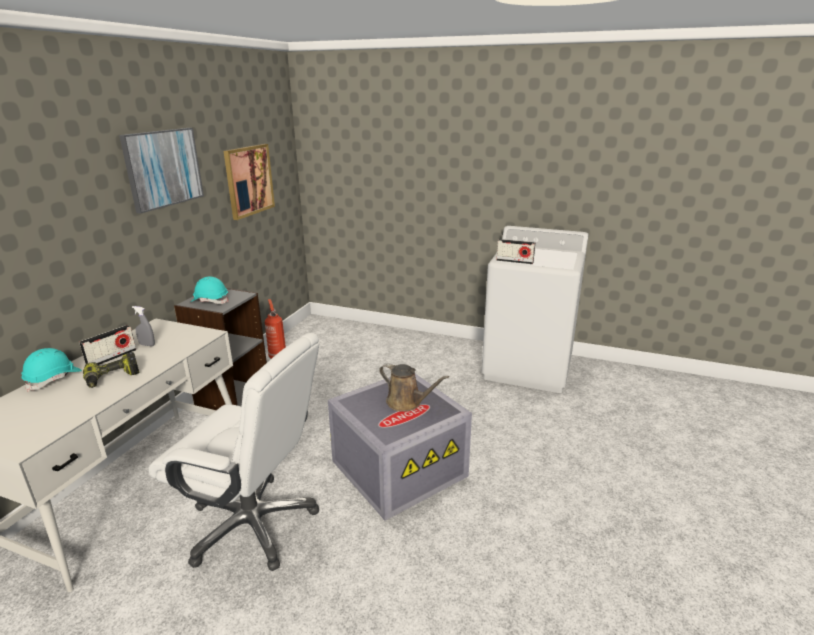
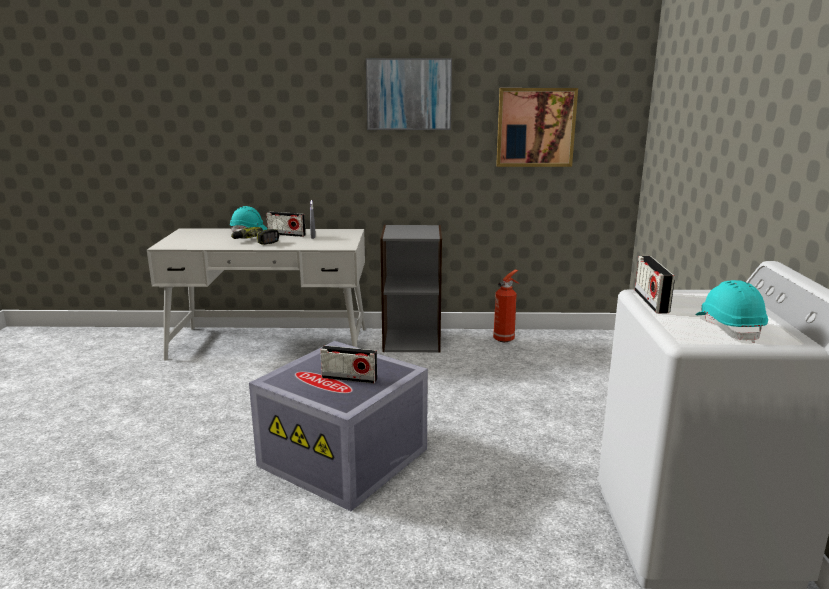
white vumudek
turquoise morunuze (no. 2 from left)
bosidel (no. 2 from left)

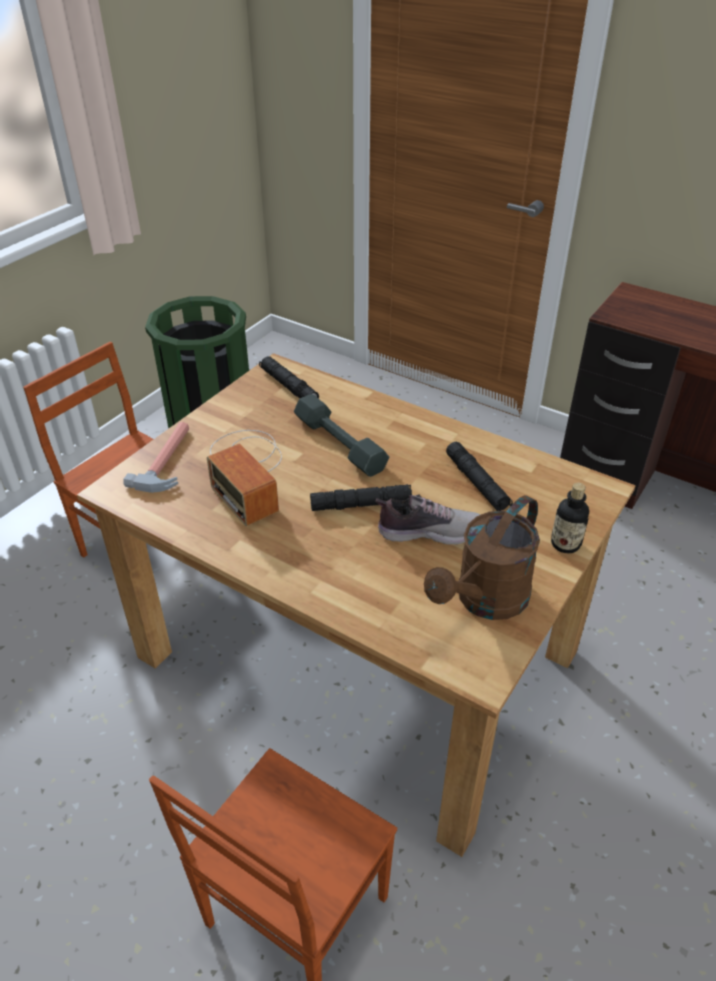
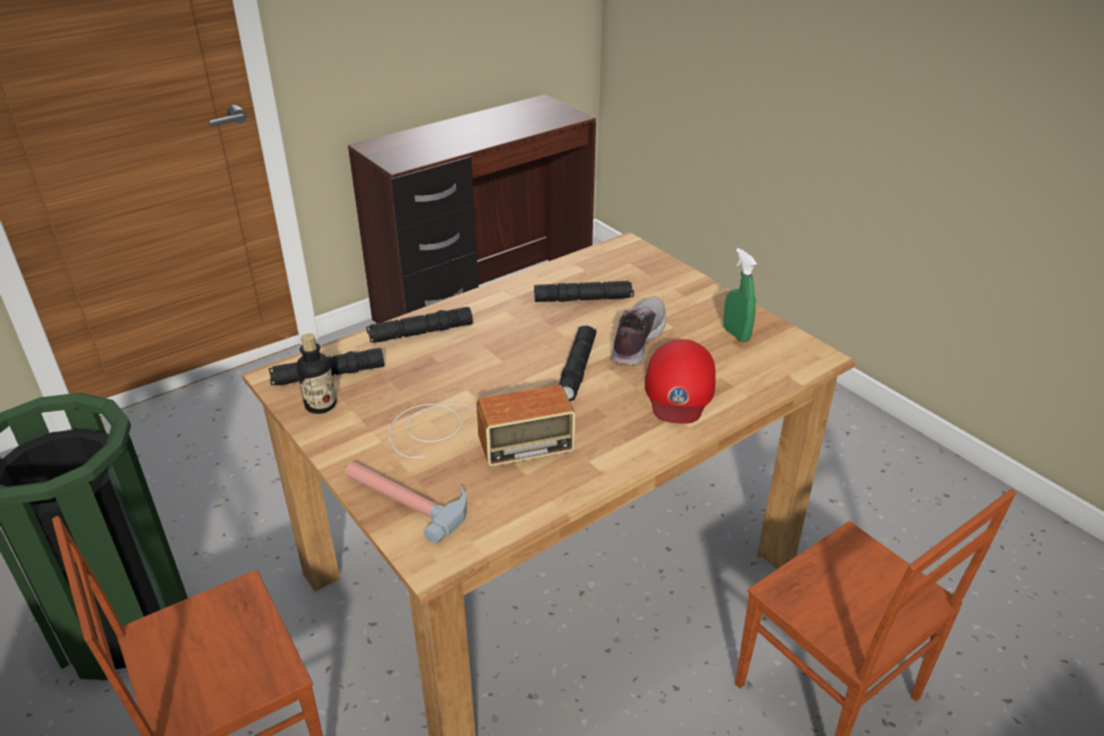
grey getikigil
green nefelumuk
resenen
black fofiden (no. 2 from left)
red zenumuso

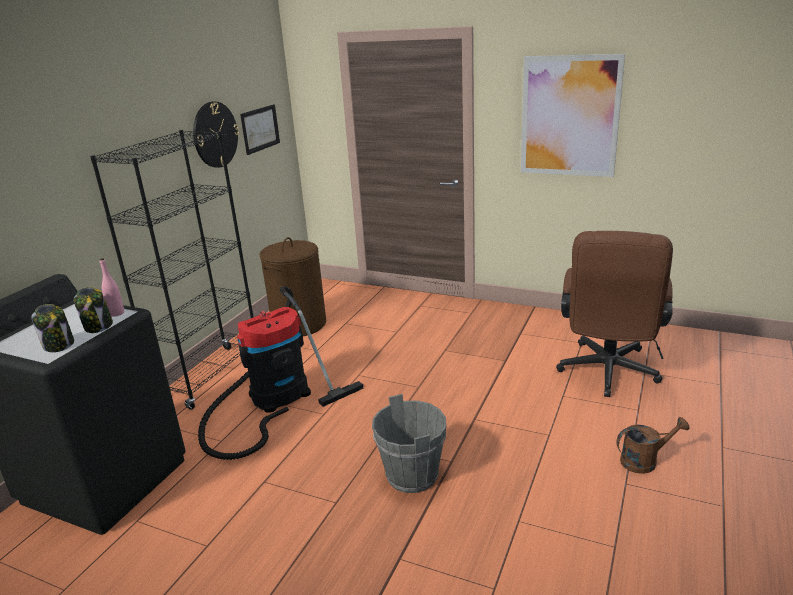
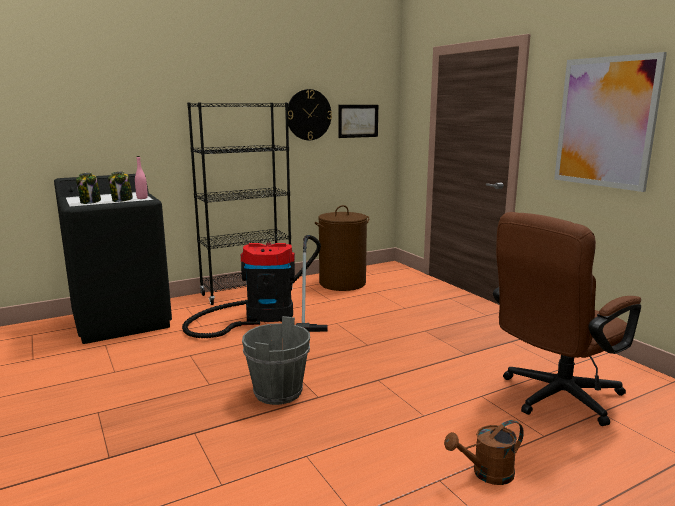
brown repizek

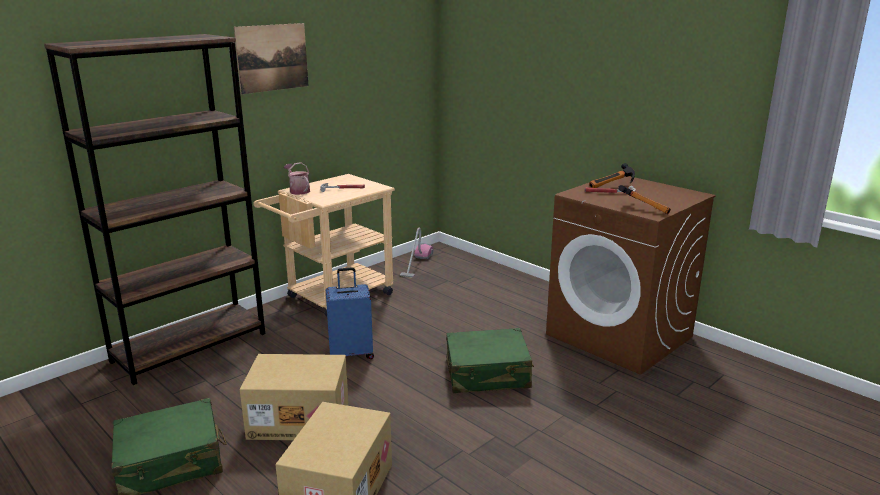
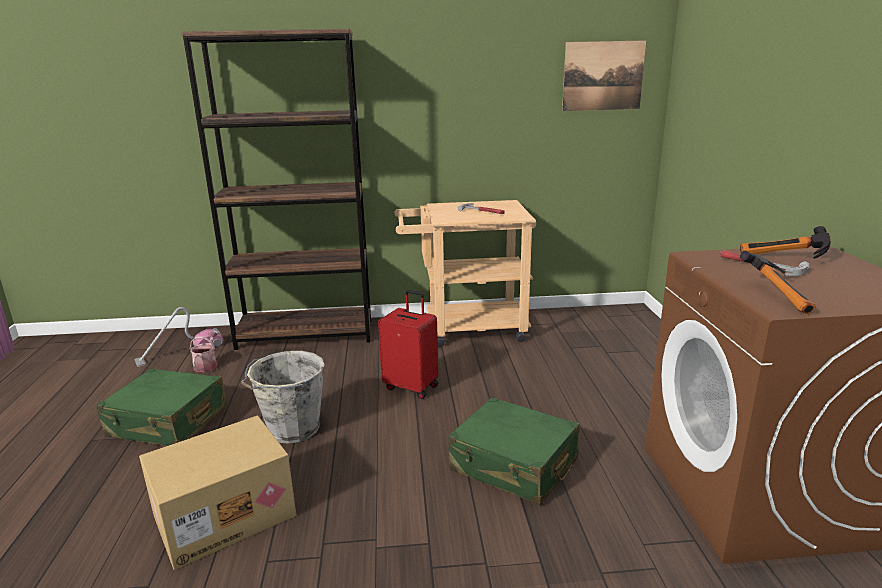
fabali
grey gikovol
repizek
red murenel
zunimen

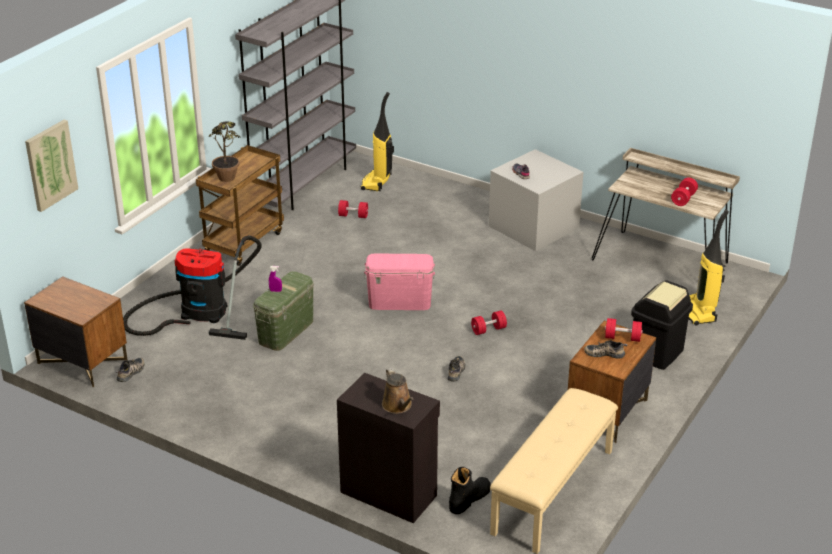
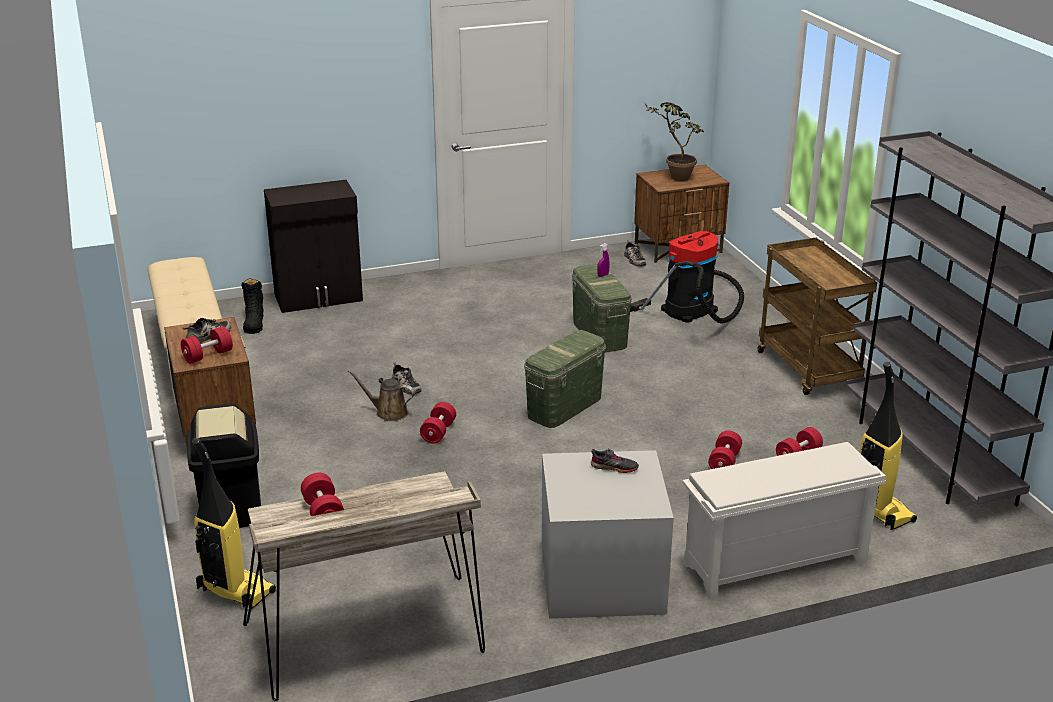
fabali
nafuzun
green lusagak (no. 1 from left)
brown repizek
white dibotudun
red getikigil (no. 4 from left)

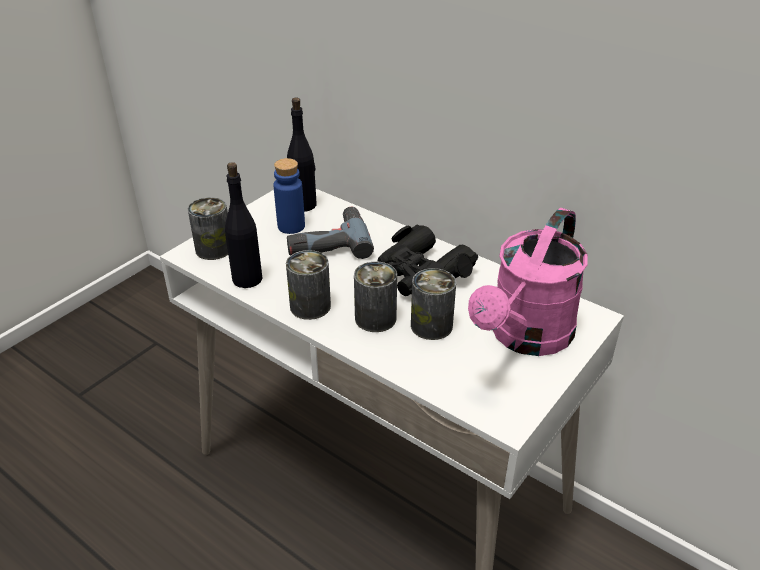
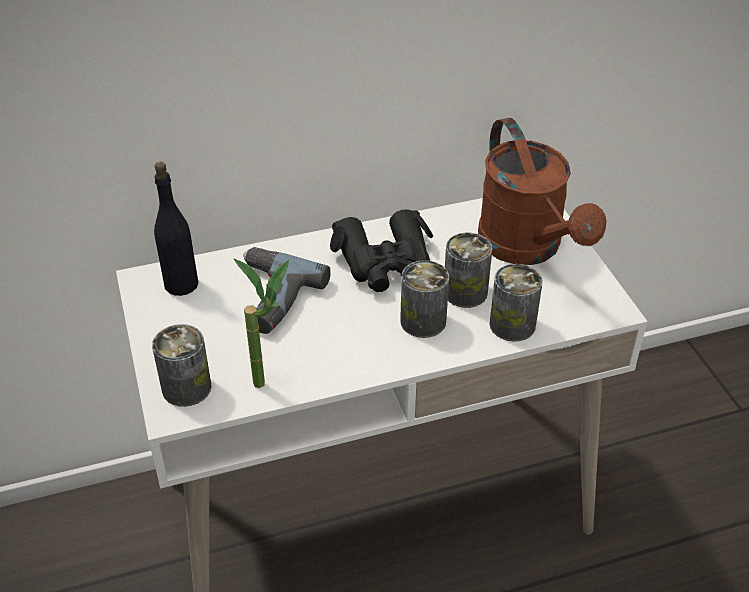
nafuzun
blue resenen
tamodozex (no. 4 from left)
brown repizek

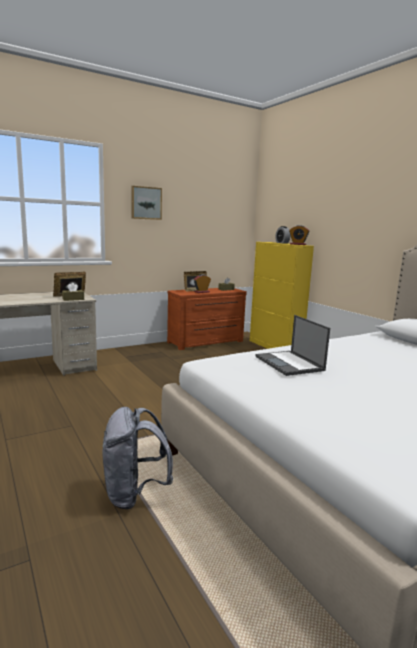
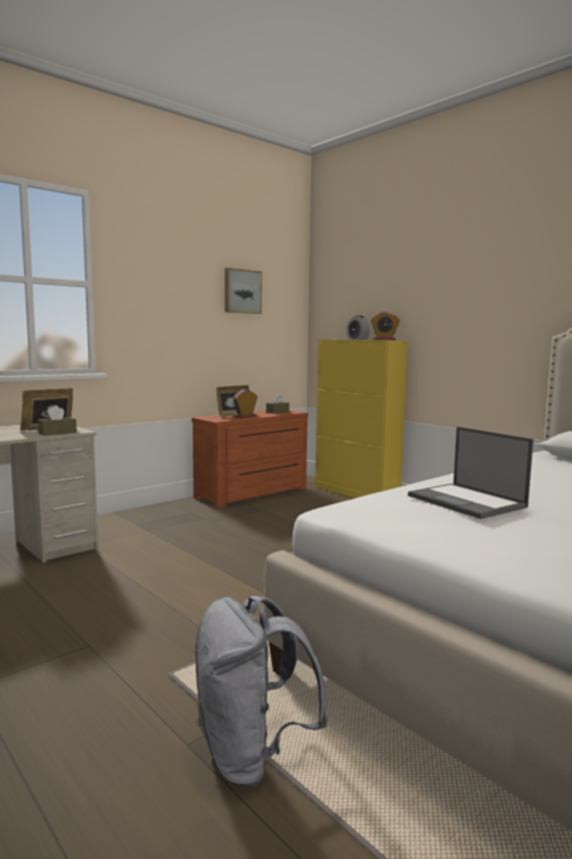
fabali

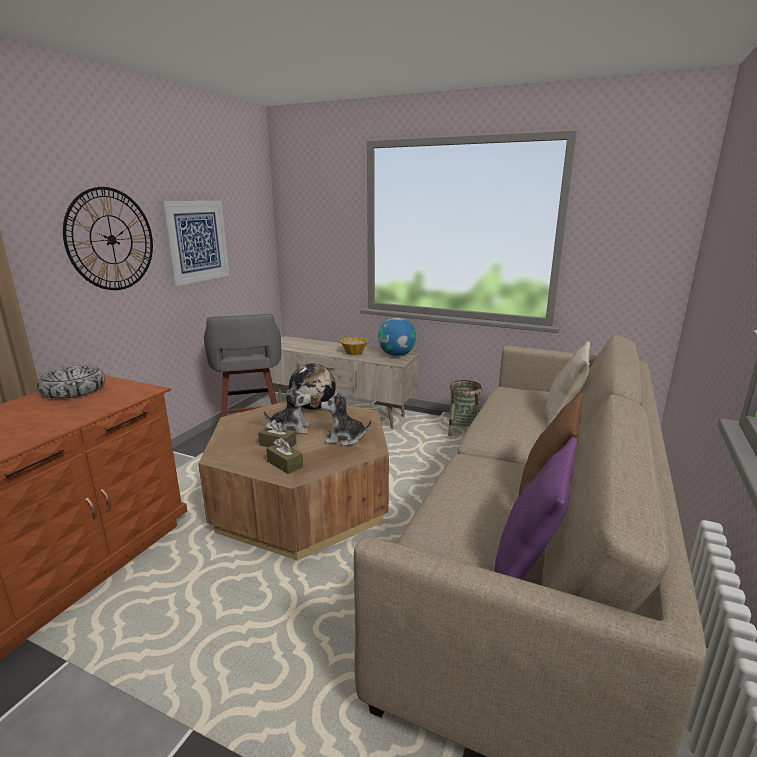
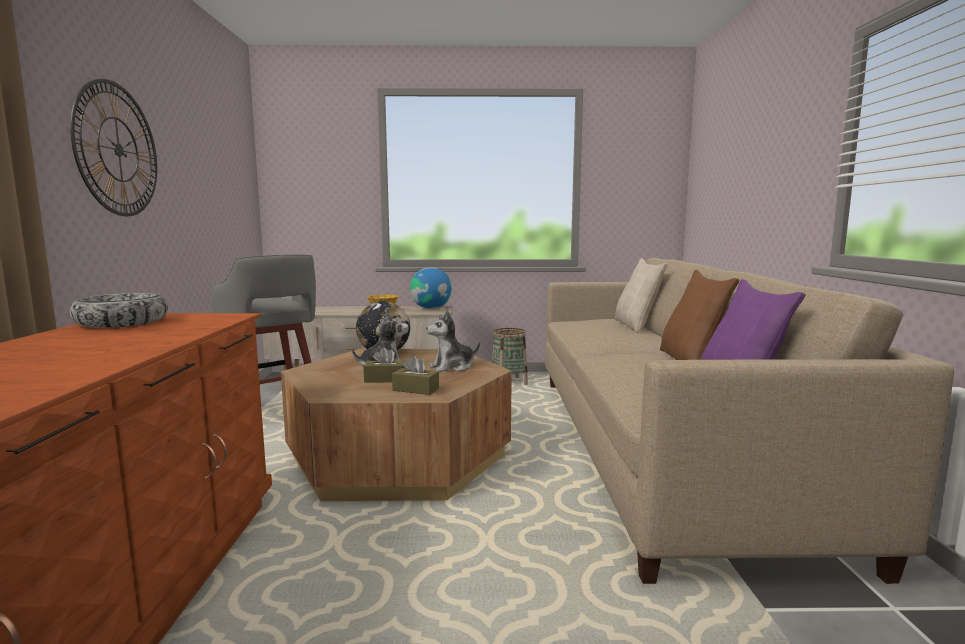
fabali

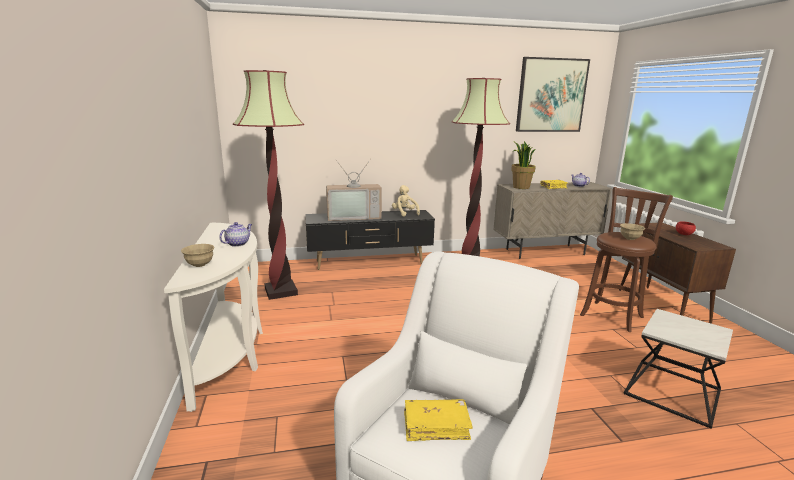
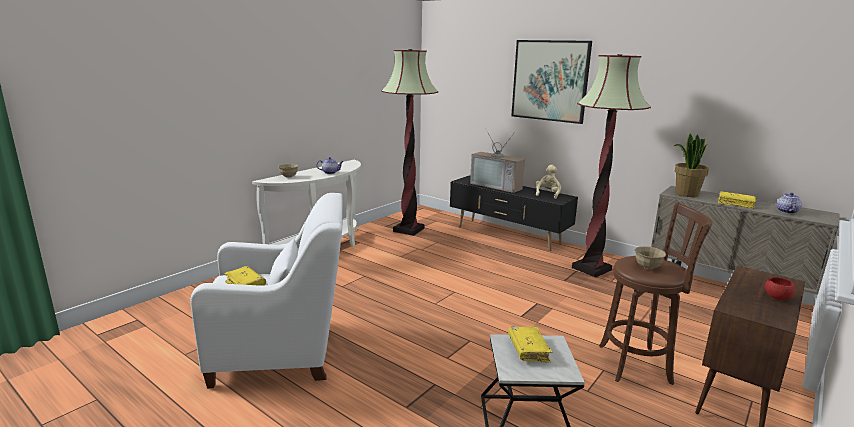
fabali
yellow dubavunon (no. 2 from left)

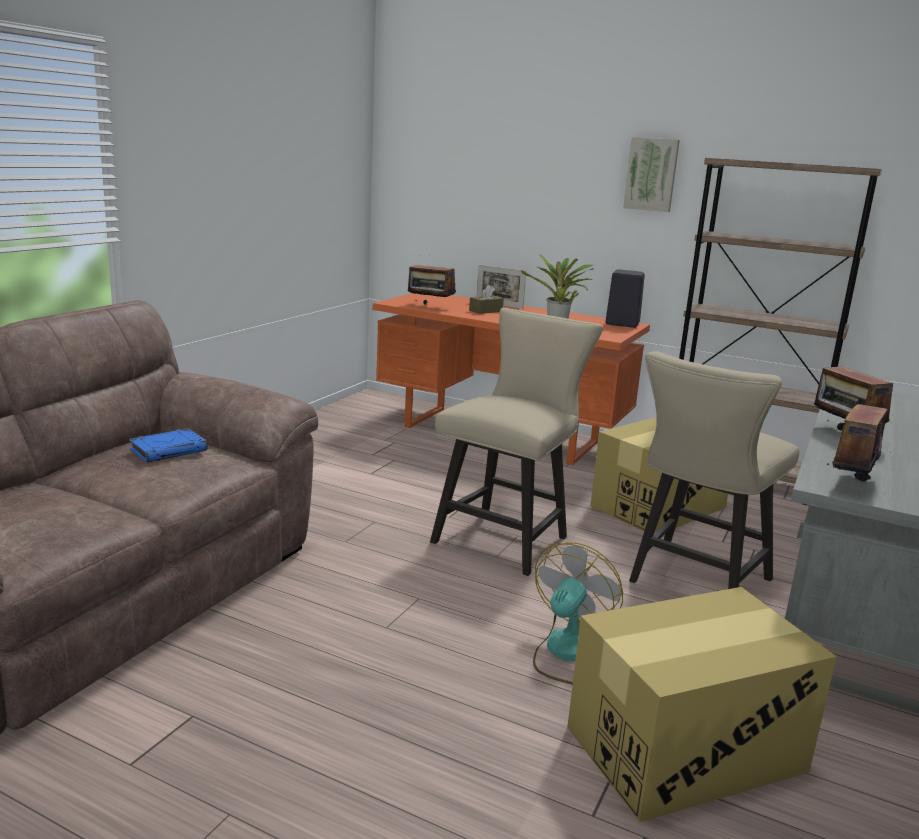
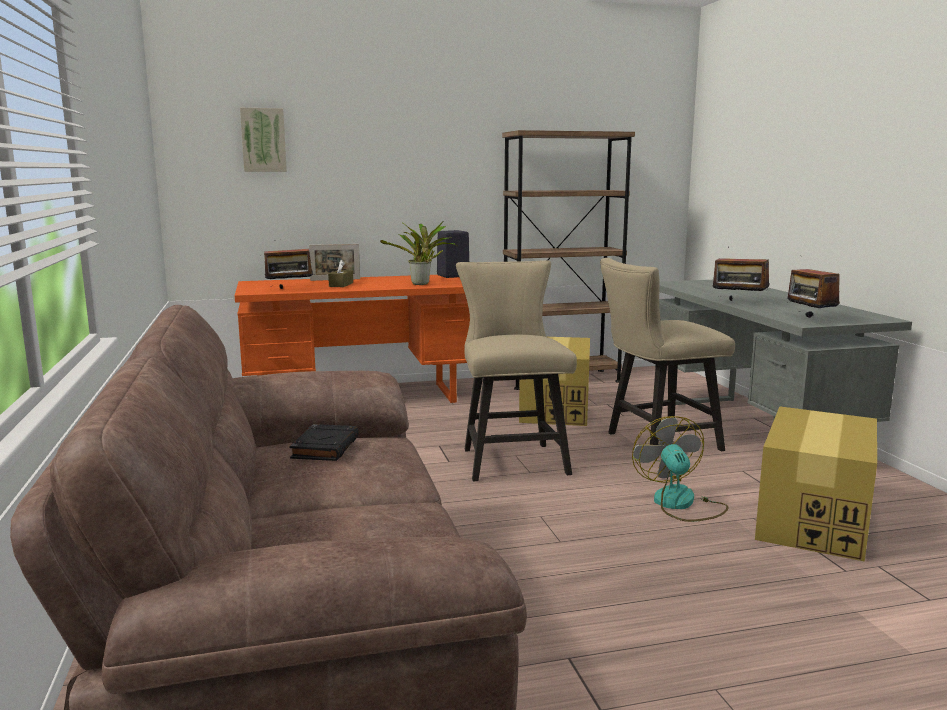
black dubavunon
fabali
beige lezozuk (no. 2 from left)

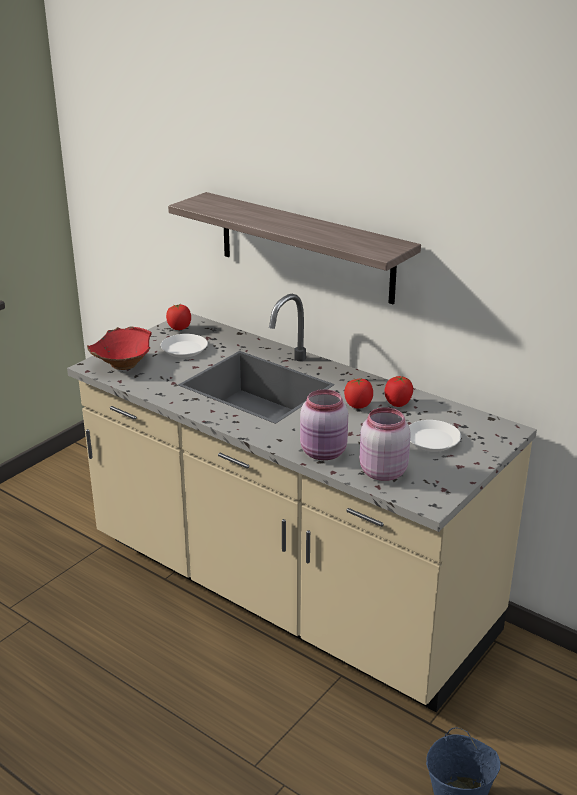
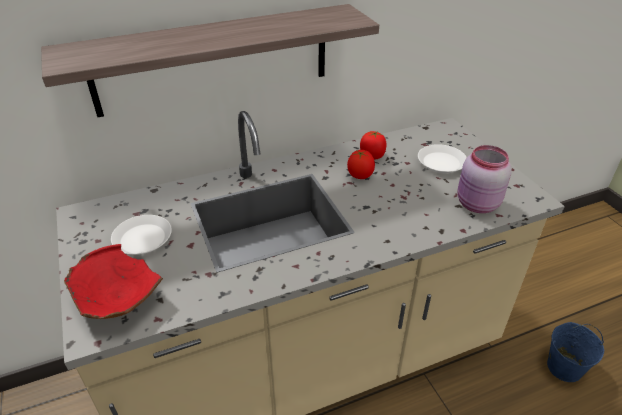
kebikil (no. 1 from left in the first image)
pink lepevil (no. 1 from left in the first image)

